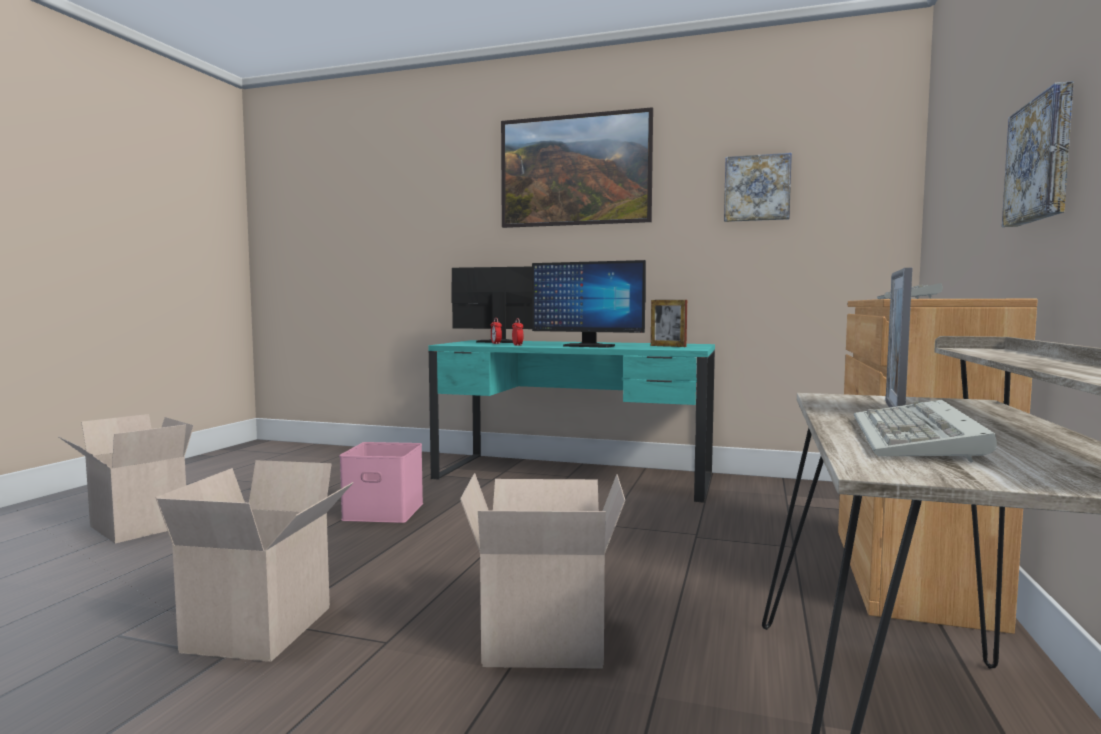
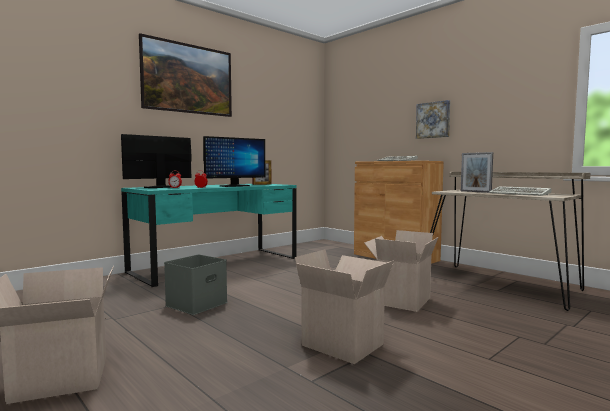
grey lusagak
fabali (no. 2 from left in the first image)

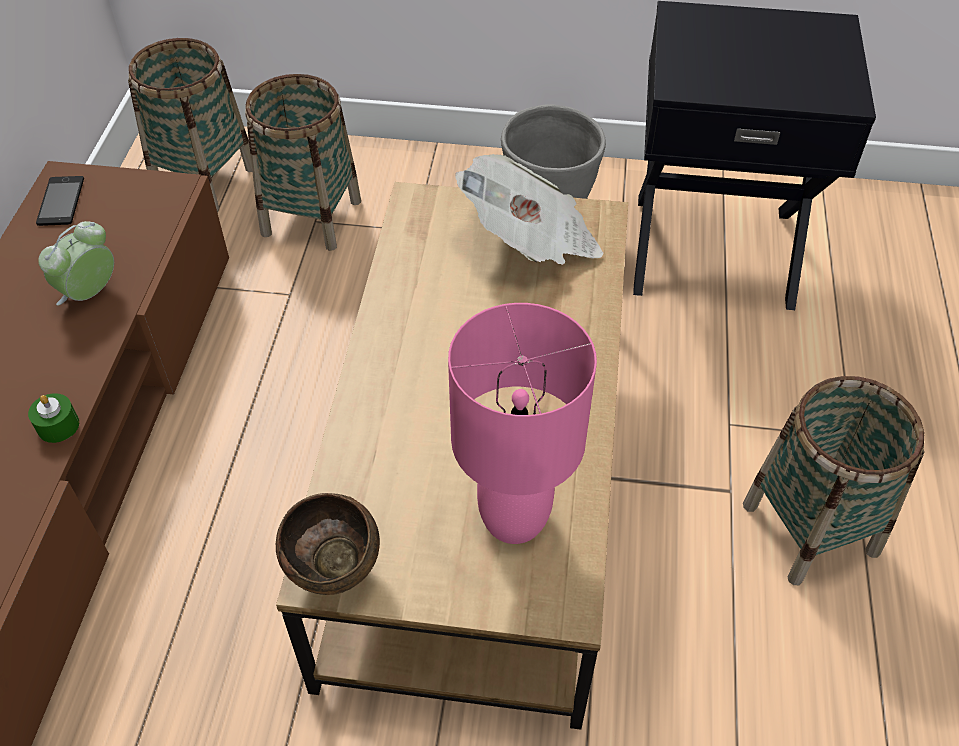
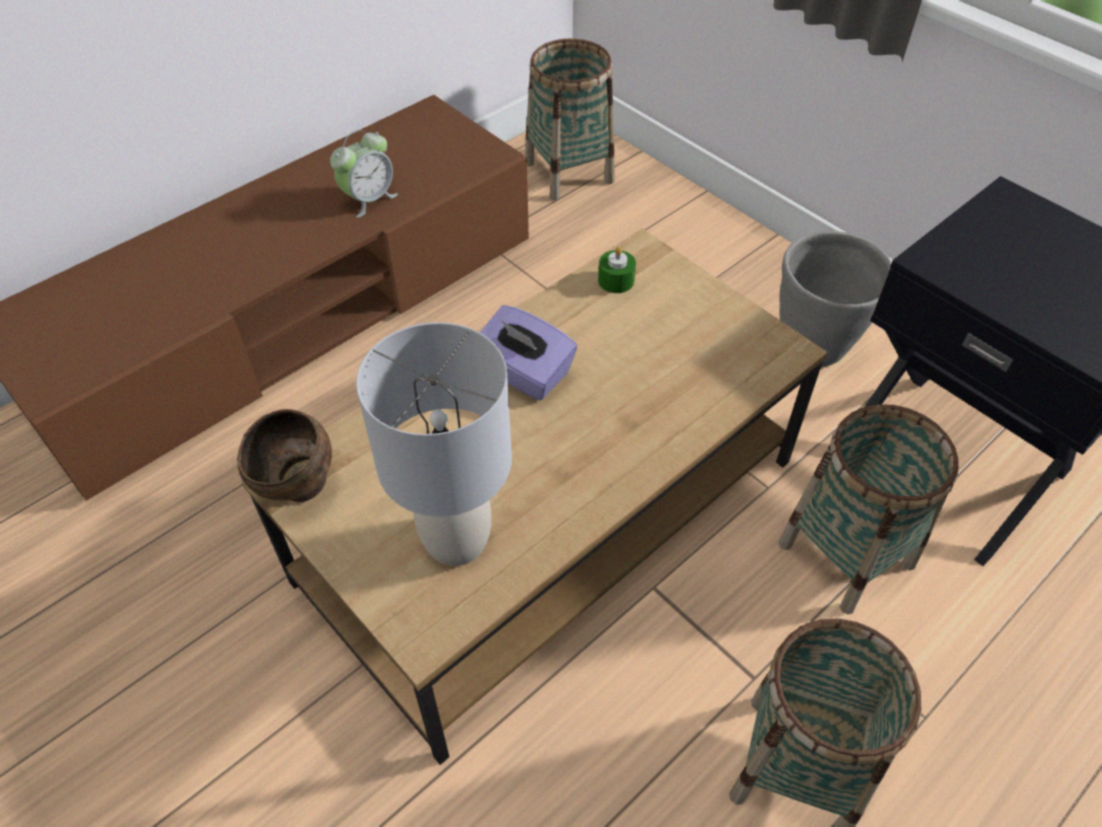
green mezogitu
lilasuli
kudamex
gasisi (no. 3 from left)
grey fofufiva
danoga
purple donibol

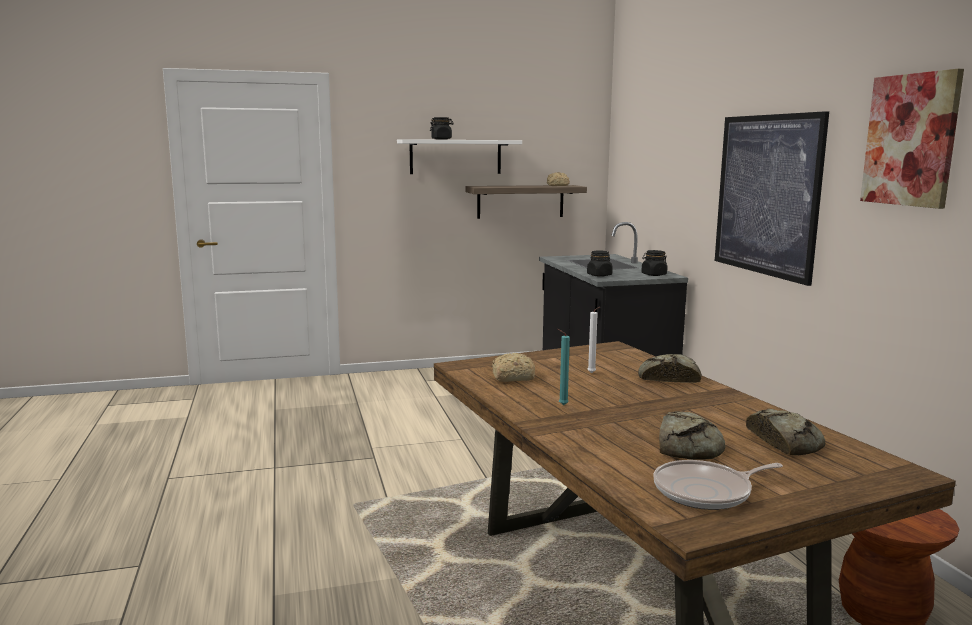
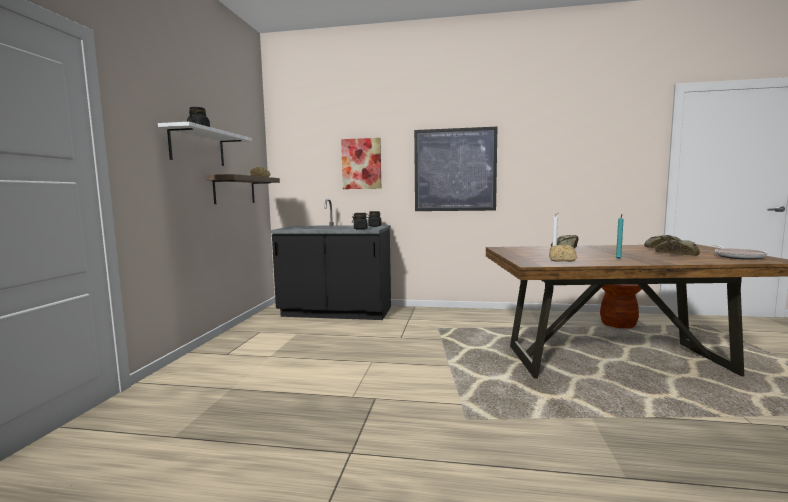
fabali (no. 1 from left)

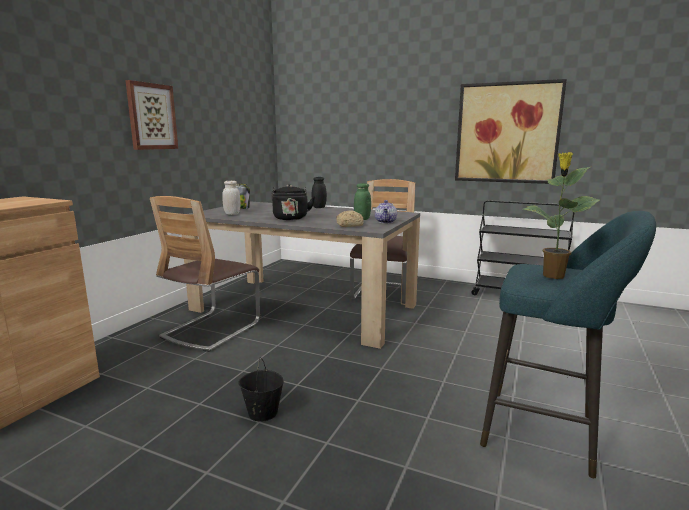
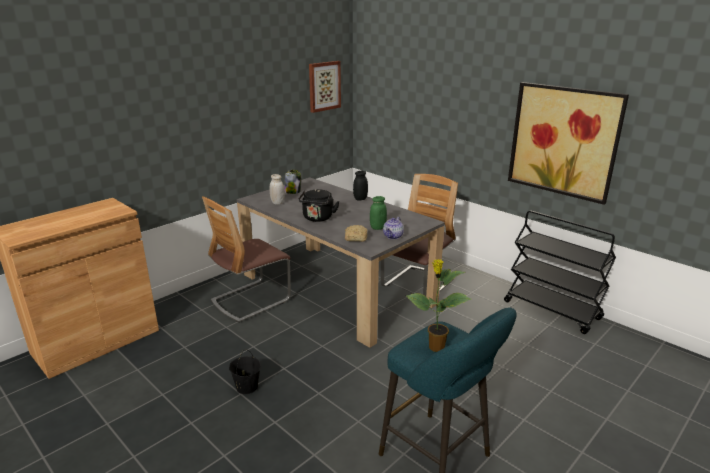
fabali (no. 1 from left)

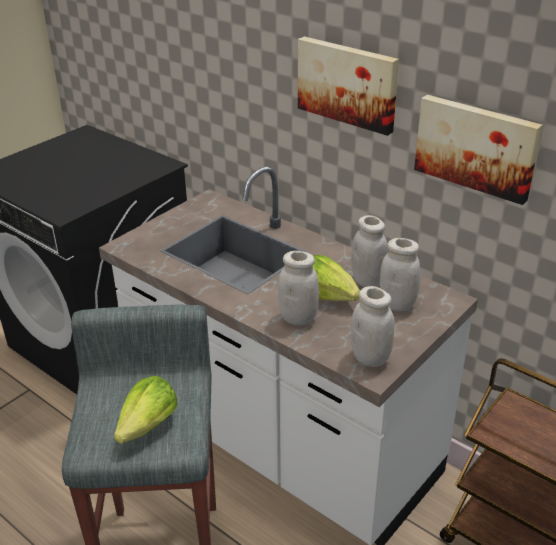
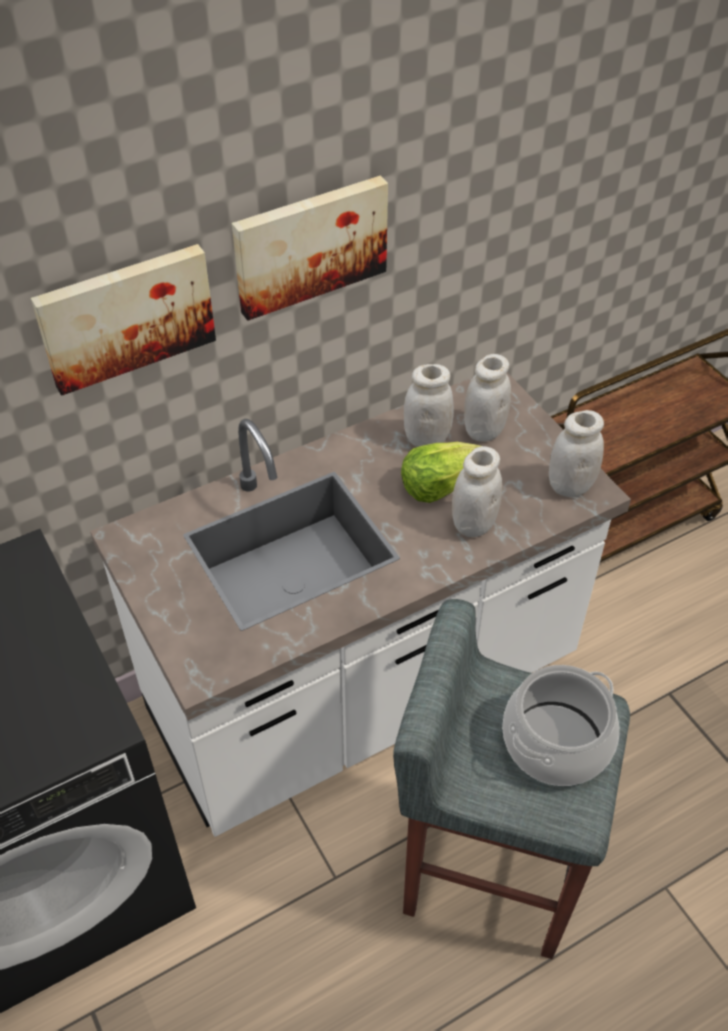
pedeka
fabali (no. 1 from left)

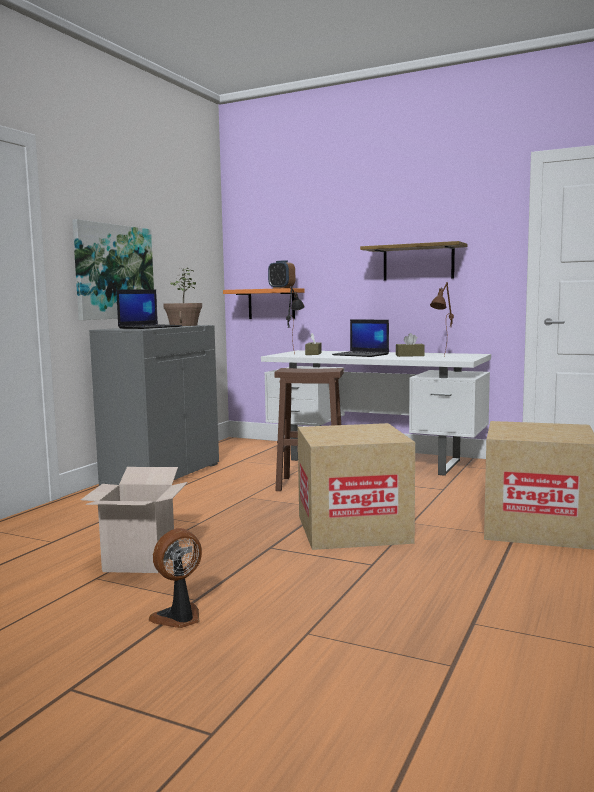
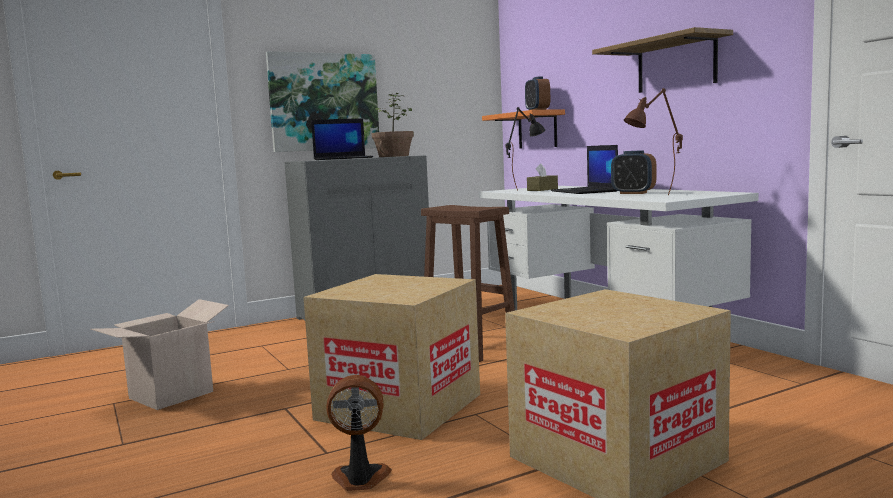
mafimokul
kudamex (no. 2 from left)

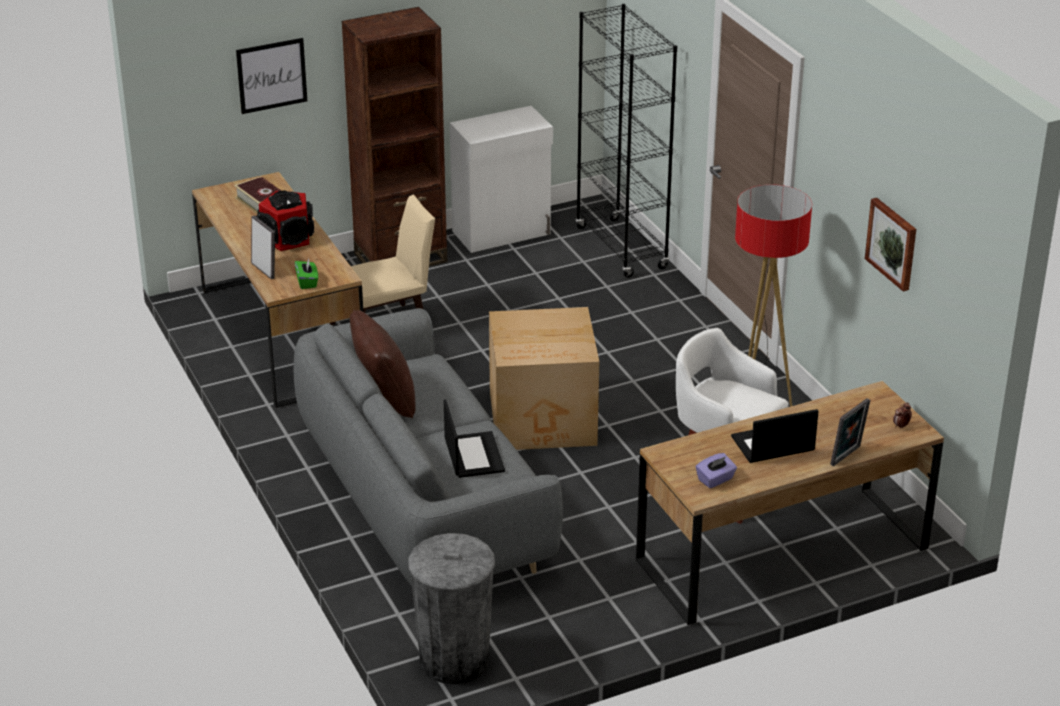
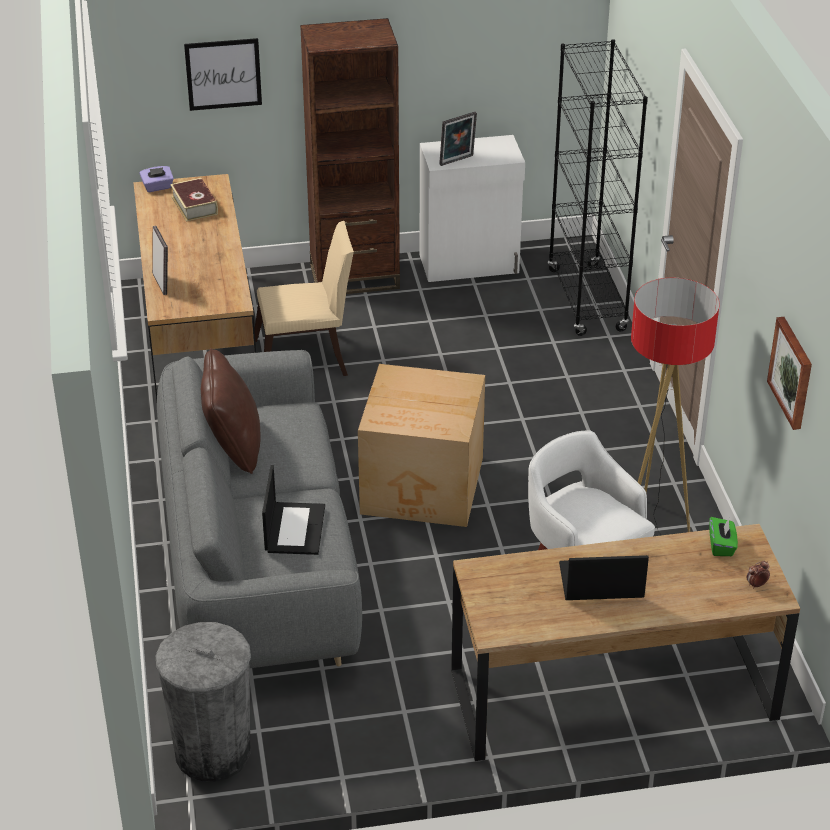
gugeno
green donibol
purple donibol
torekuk (no. 2 from left)

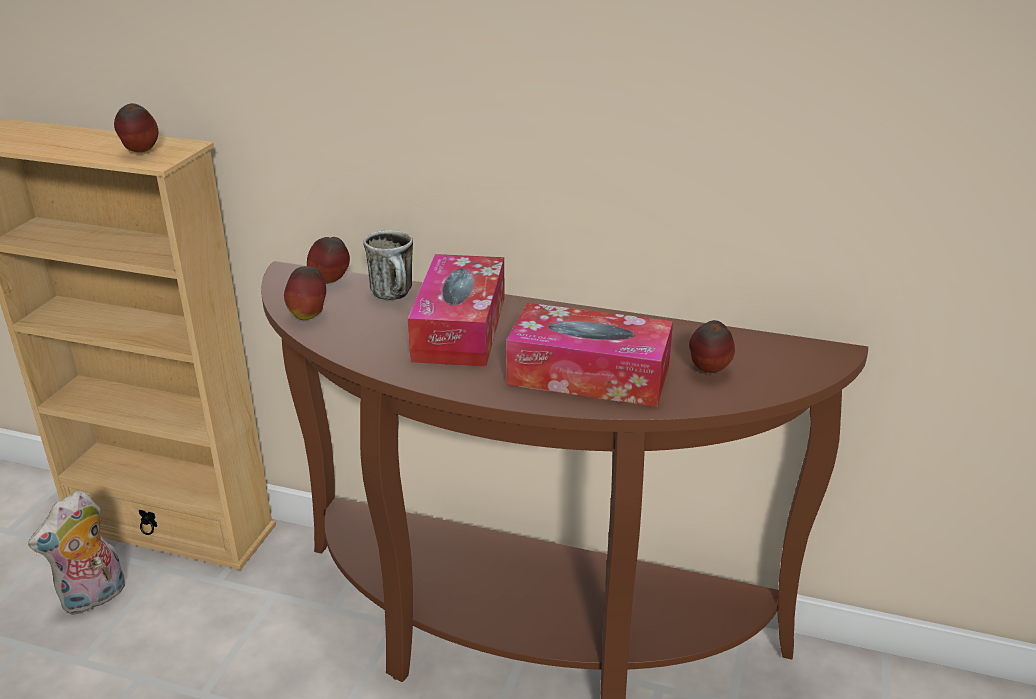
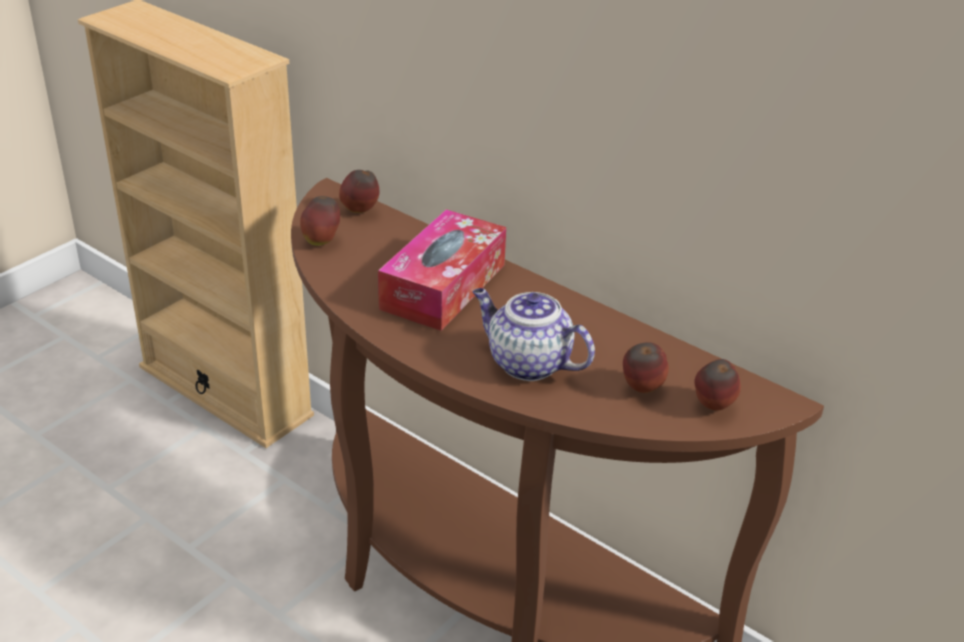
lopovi
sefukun (no. 4 from left)
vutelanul
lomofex

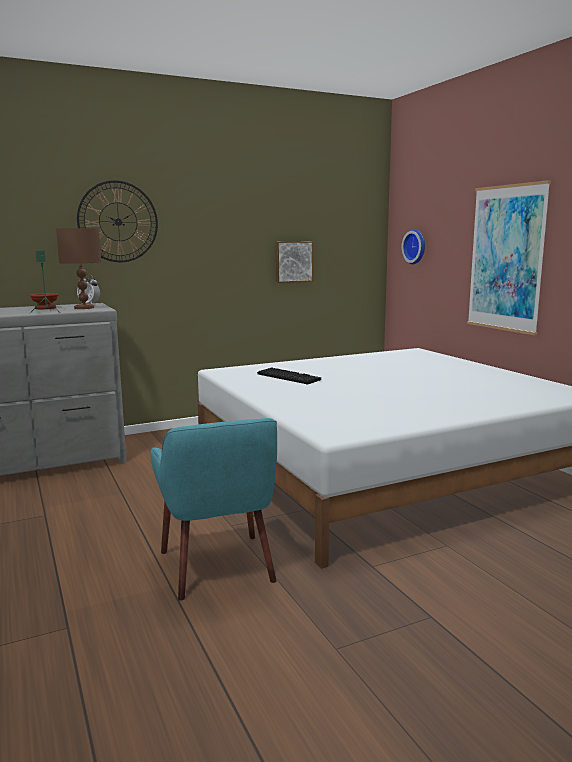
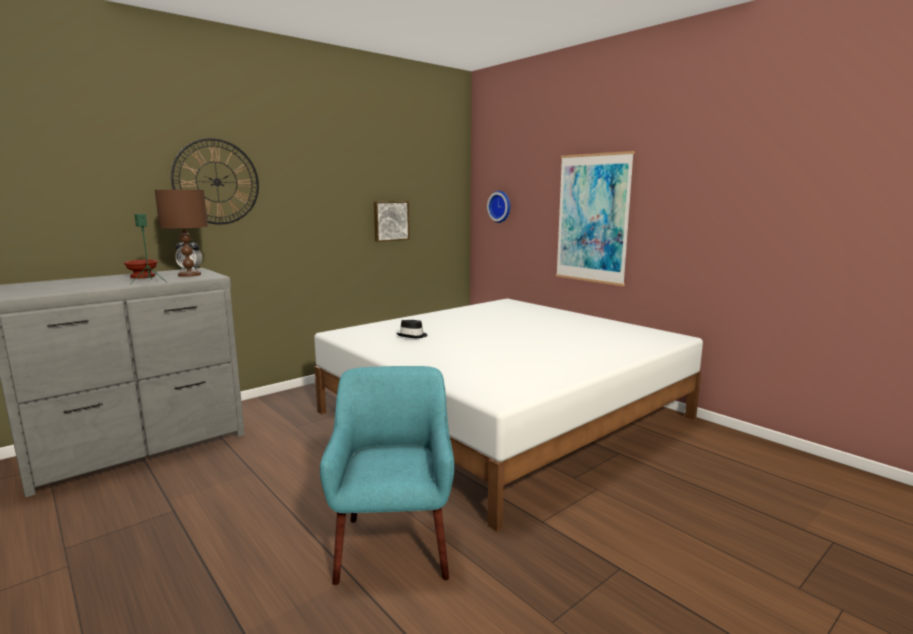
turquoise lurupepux
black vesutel

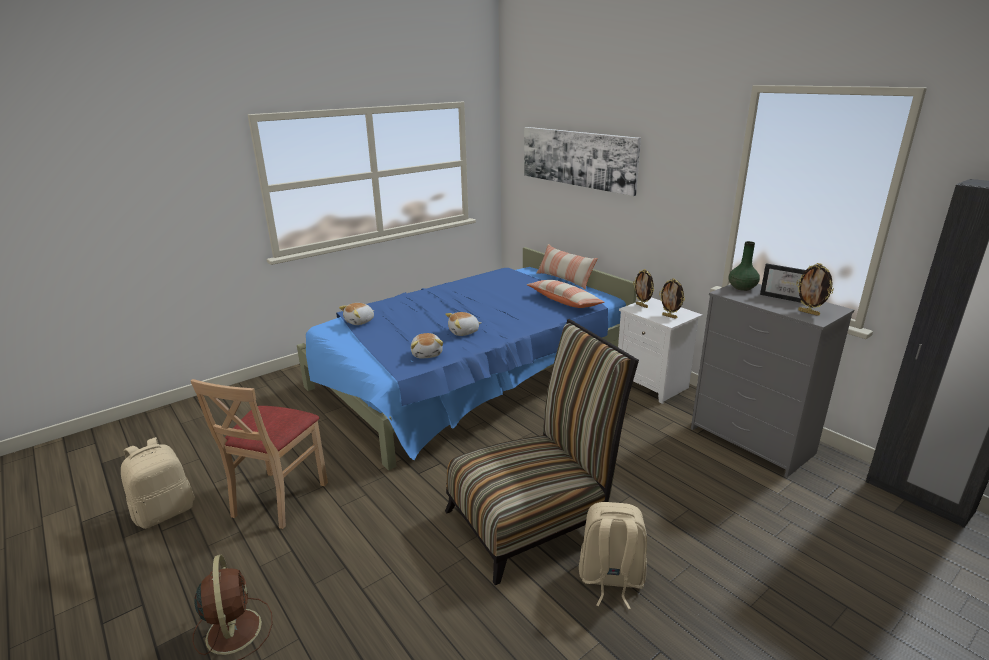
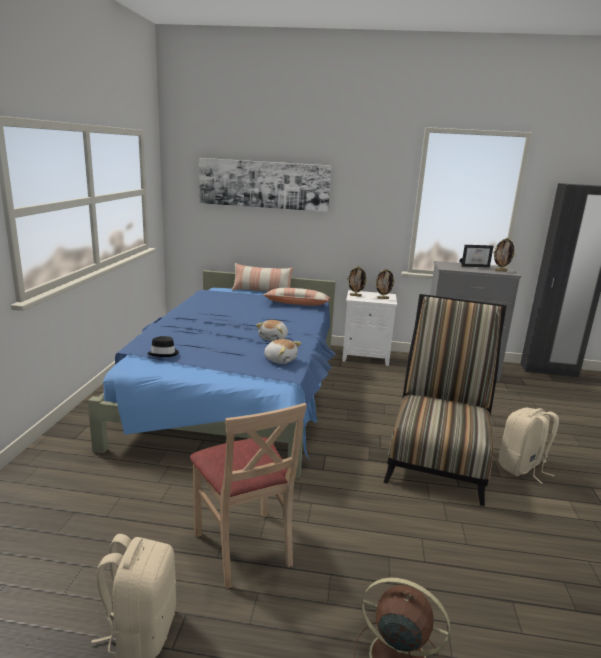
black vesutel
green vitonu

